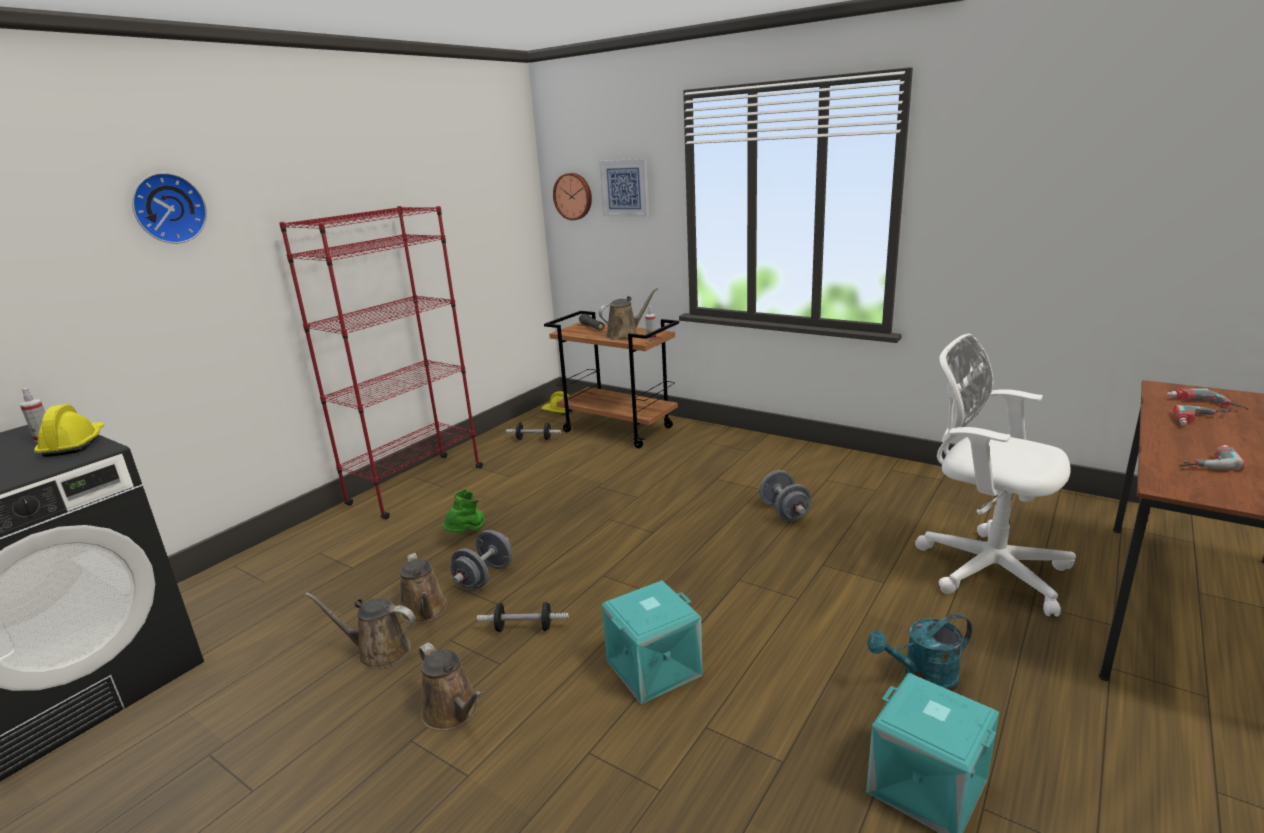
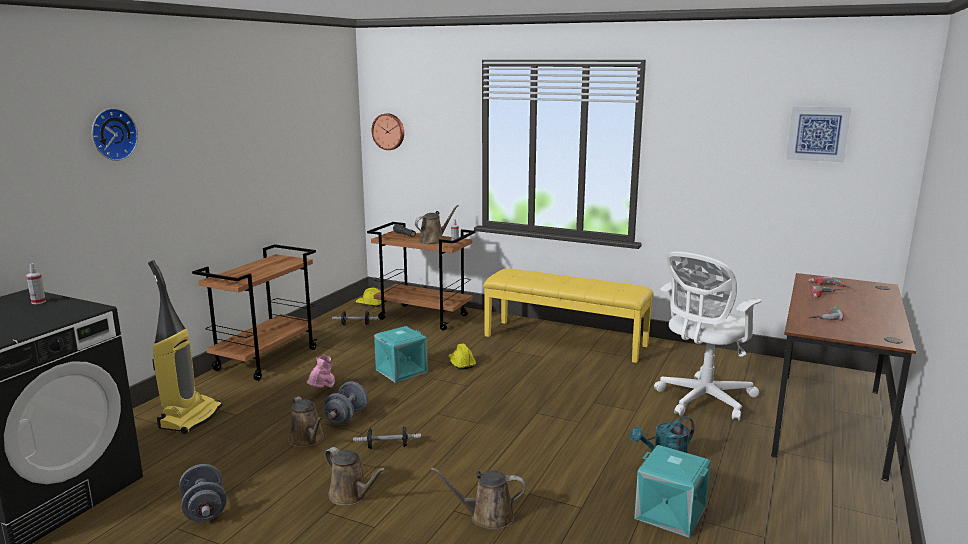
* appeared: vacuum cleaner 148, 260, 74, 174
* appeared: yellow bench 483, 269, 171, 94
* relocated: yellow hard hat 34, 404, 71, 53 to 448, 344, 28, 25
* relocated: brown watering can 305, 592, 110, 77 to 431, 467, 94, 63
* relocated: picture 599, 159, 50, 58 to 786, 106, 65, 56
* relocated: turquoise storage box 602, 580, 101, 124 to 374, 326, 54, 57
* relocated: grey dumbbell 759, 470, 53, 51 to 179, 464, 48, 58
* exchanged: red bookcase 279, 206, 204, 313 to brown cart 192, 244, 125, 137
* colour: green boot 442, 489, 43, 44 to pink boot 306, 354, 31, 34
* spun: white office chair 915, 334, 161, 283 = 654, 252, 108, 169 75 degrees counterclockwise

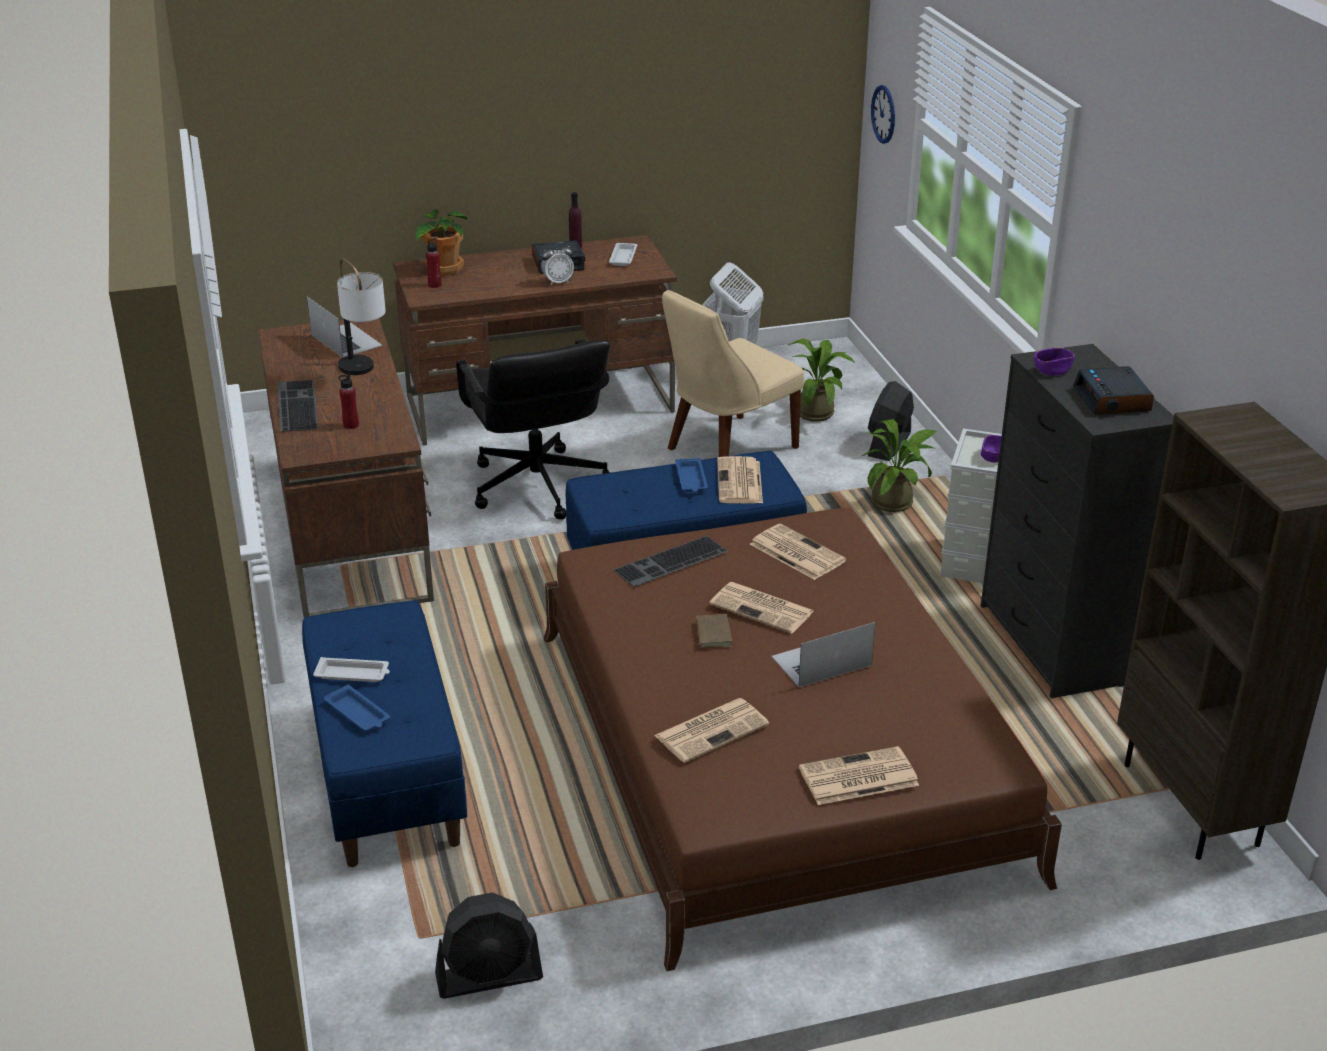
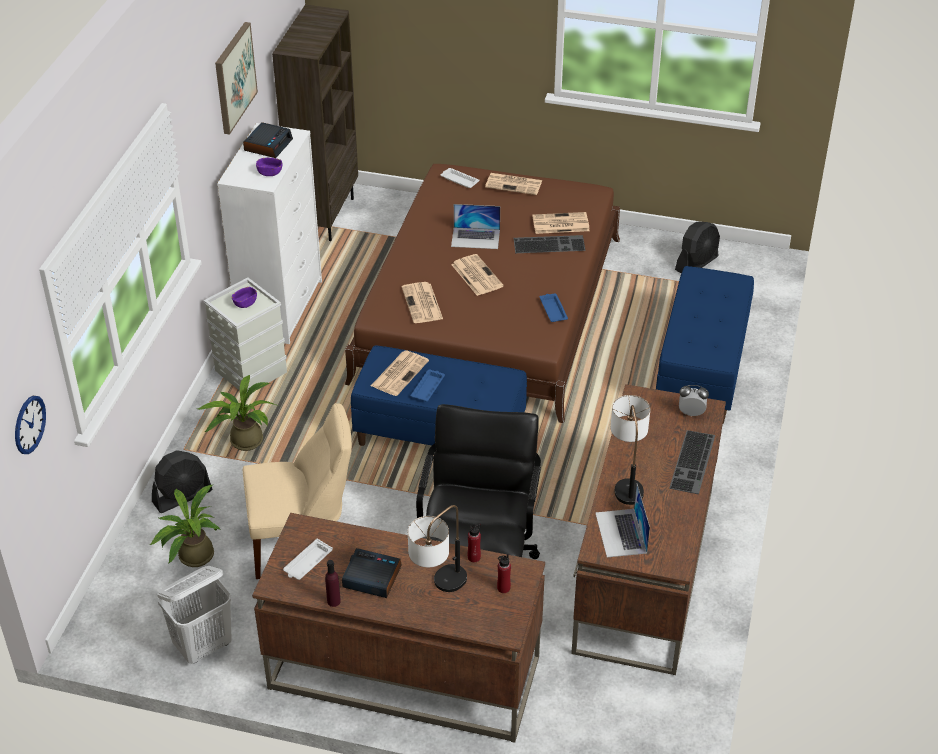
* missing: potted plant 415, 209, 52, 67
* missing: brown book 690, 614, 42, 34
* appeared: picture 215, 22, 43, 113
* appeared: table lamp 408, 505, 59, 87
* relocated: white tray 313, 657, 77, 25 to 441, 168, 38, 20
* relocated: blue tray 324, 684, 66, 47 to 540, 293, 28, 29
* relocated: red bottle 338, 373, 21, 56 to 468, 523, 13, 39
* relocated: alarm clock 541, 242, 33, 43 to 679, 385, 30, 31
* relocated: keyboard 613, 536, 115, 51 to 514, 235, 72, 18
* colour: black dresser 981, 344, 193, 354 to white dresser 217, 123, 105, 221
* spun: black fan 435, 893, 108, 106 = 675, 222, 45, 51 120 degrees clockwise

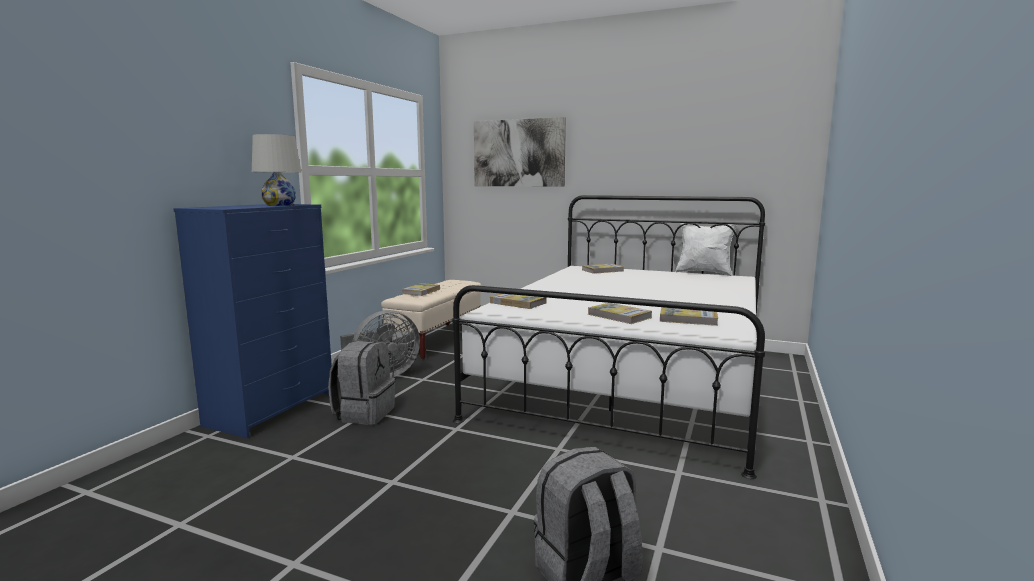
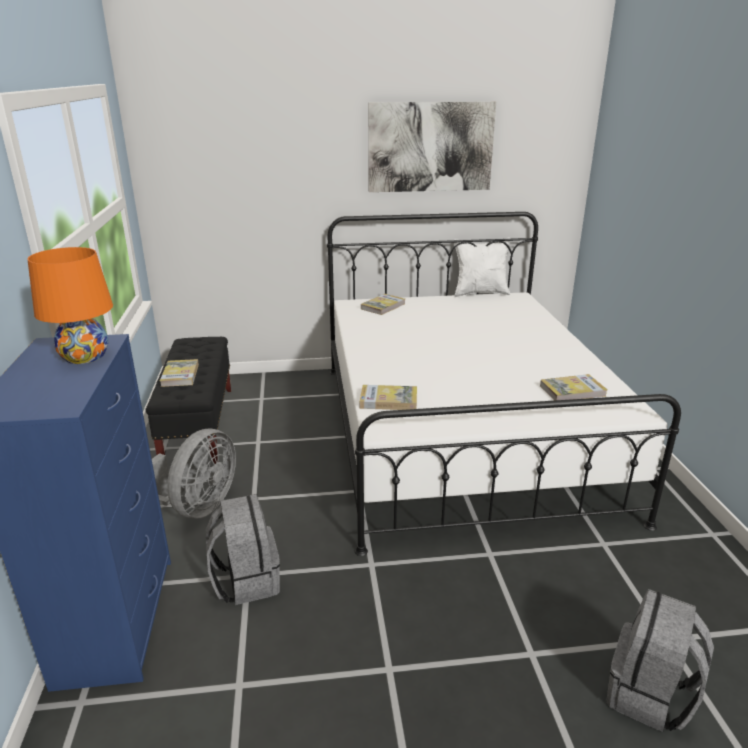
* missing: book 588, 303, 64, 21
* relocated: picture 474, 117, 92, 69 to 368, 102, 128, 90
* colour: white table lamp 252, 134, 49, 72 to orange table lamp 27, 247, 86, 117
* colour: beige bench 381, 280, 100, 79 to black bench 146, 337, 85, 127

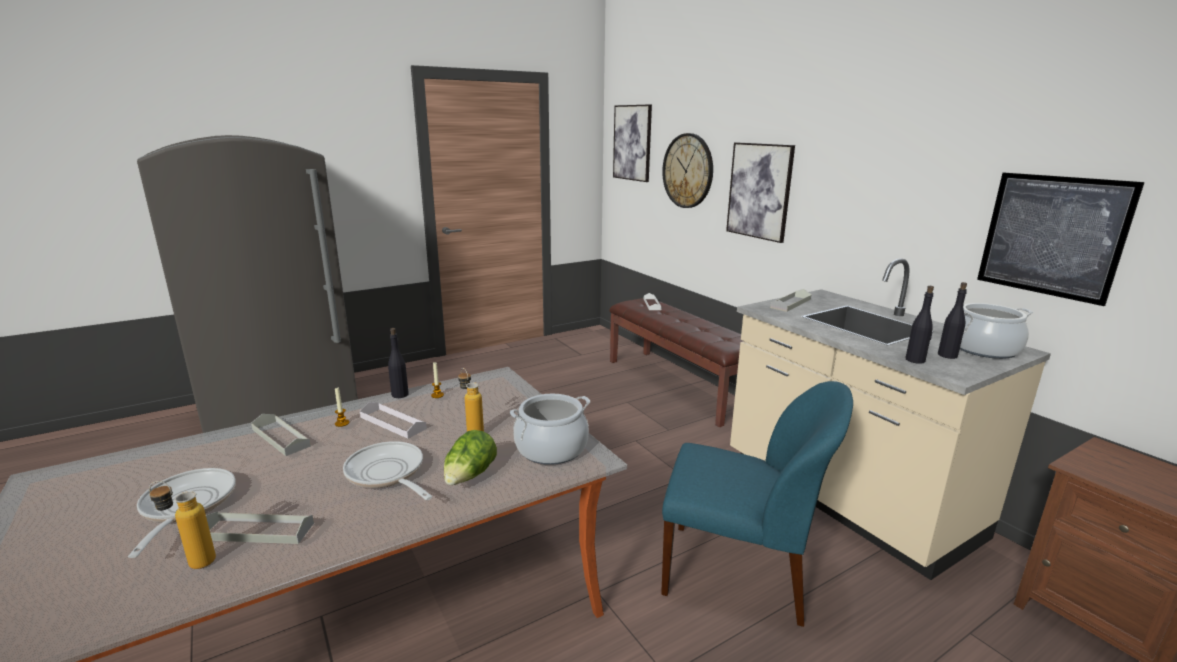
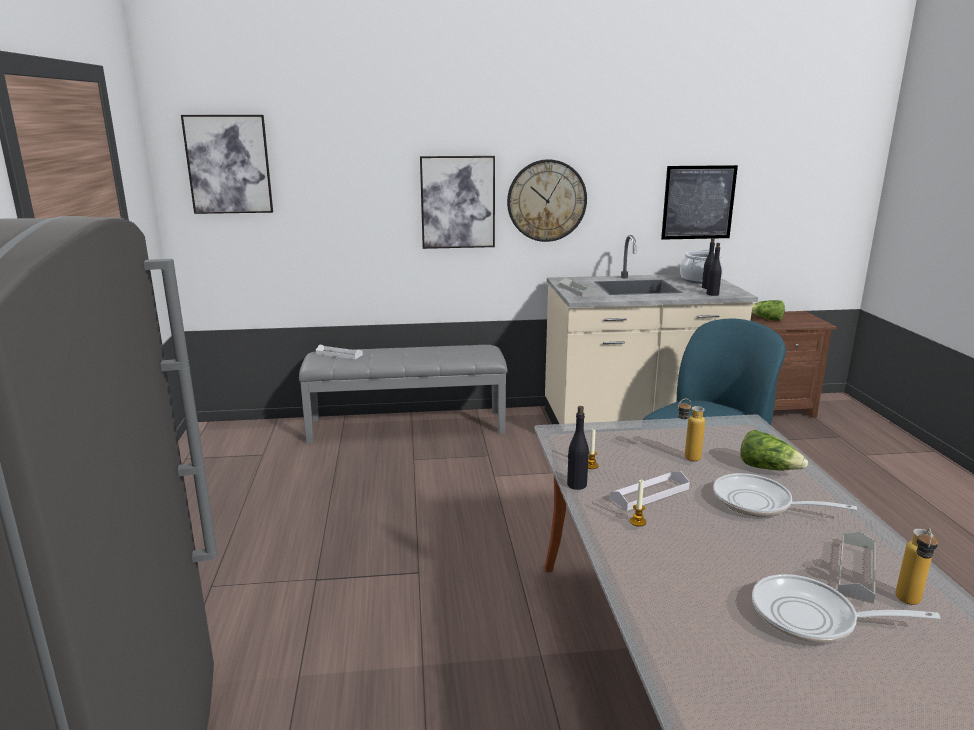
* missing: grey tray 251, 414, 60, 42
* missing: cooking pot 510, 394, 80, 71
* appeared: lettuce 752, 300, 33, 21
* relocated: wall clock 662, 133, 51, 75 to 507, 159, 80, 83
* colour: brown bench 610, 298, 134, 129 to grey bench 299, 345, 209, 99
* spun: frying pan 343, 441, 89, 59 = 713, 473, 144, 44 45 degrees clockwise

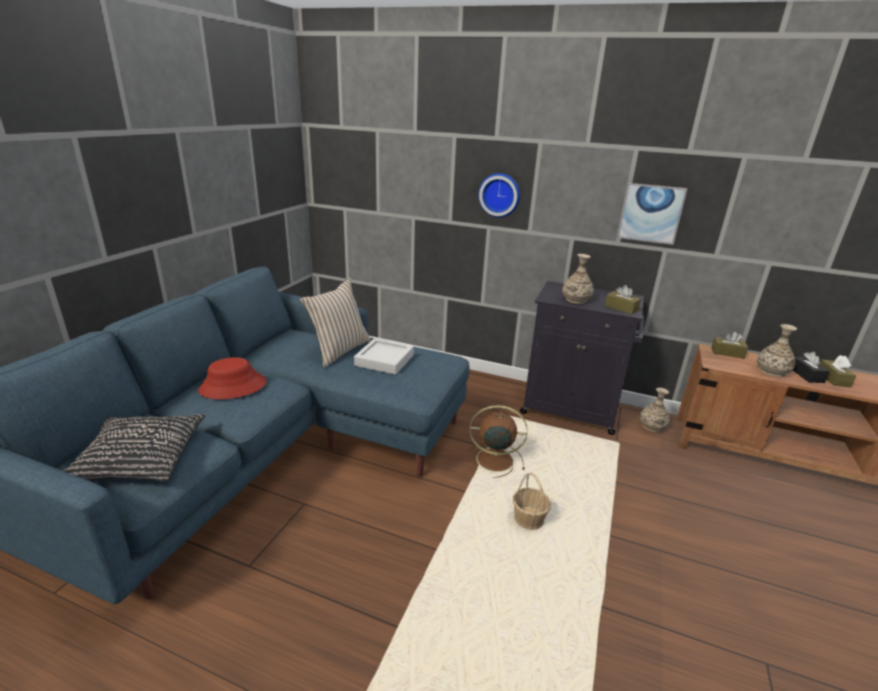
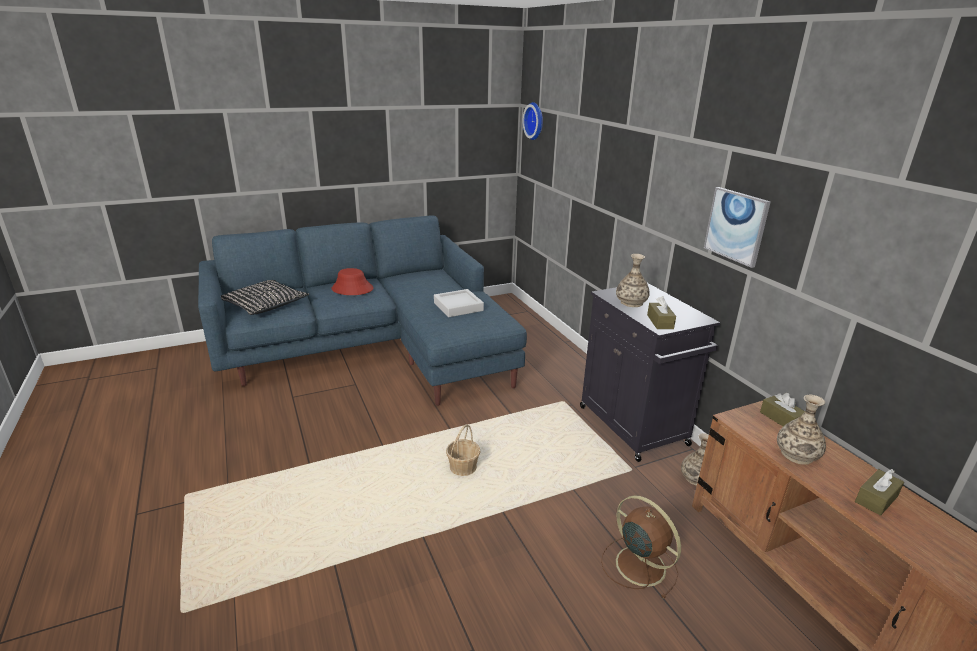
* missing: beige pillow 300, 278, 71, 90
* missing: black tissue box 793, 352, 37, 31
* relocated: brown fan 467, 405, 61, 73 to 601, 495, 80, 103
* relocated: wall clock 478, 173, 42, 44 to 523, 102, 20, 38

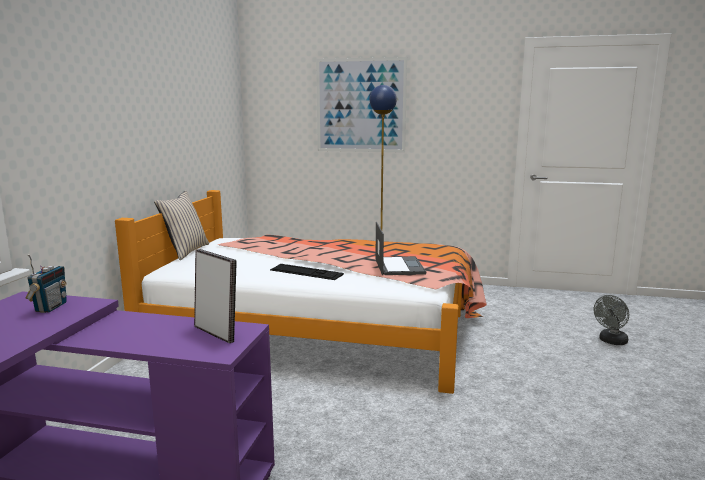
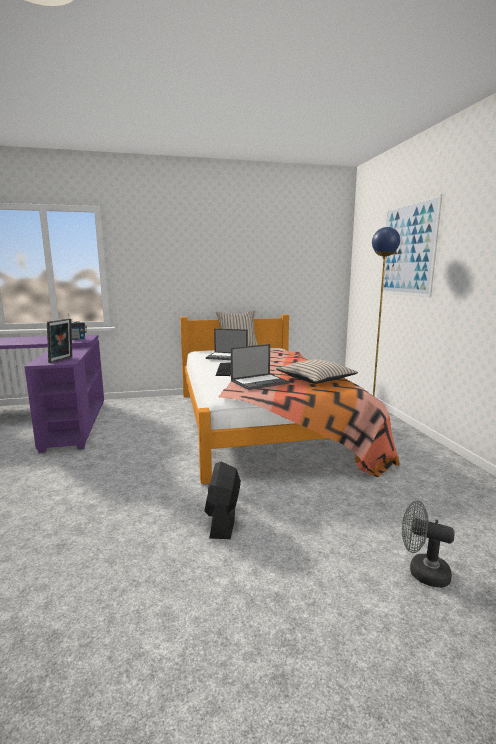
* appeared: black fan 204, 461, 37, 78
* appeared: laptop 206, 329, 42, 31
* appeared: beige pillow 276, 359, 82, 25

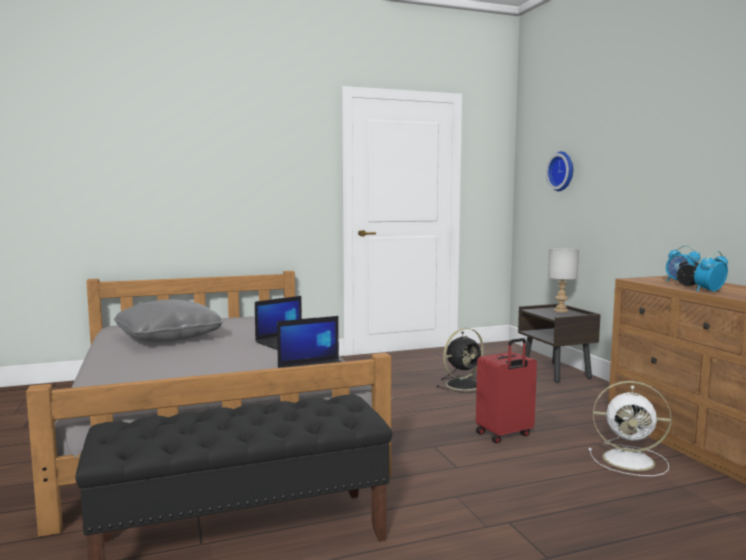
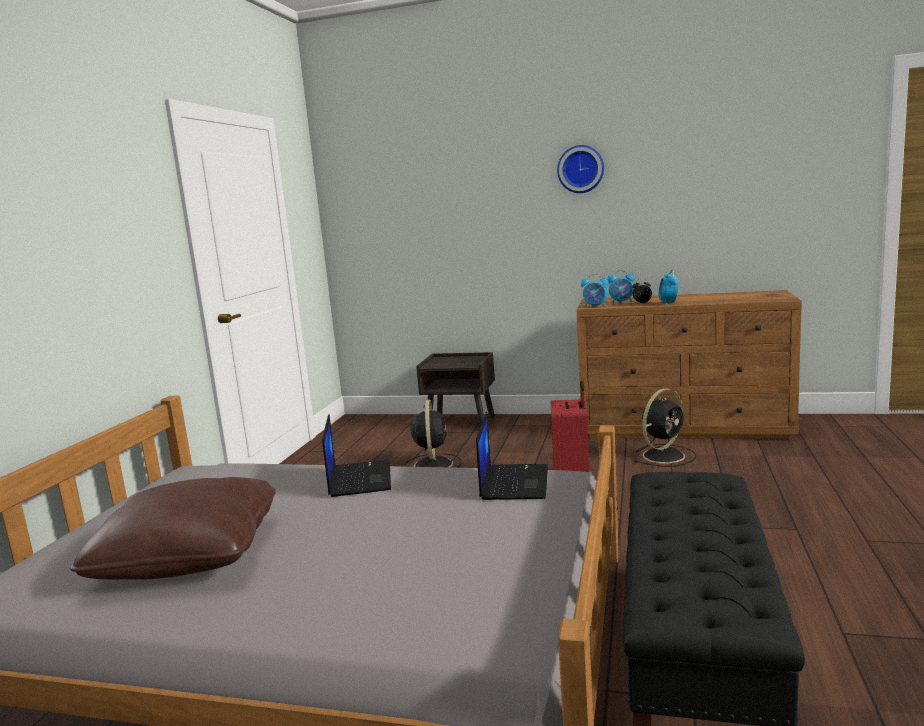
* missing: grey table lamp 548, 248, 31, 65
* appeared: alarm clock 581, 274, 28, 34
* relocated: wall clock 546, 151, 27, 40 to 557, 145, 47, 48
* colour: grey pillow 114, 299, 109, 43 to brown pillow 70, 477, 206, 103
* colour: white fan 588, 381, 83, 95 to black fan 635, 388, 61, 79

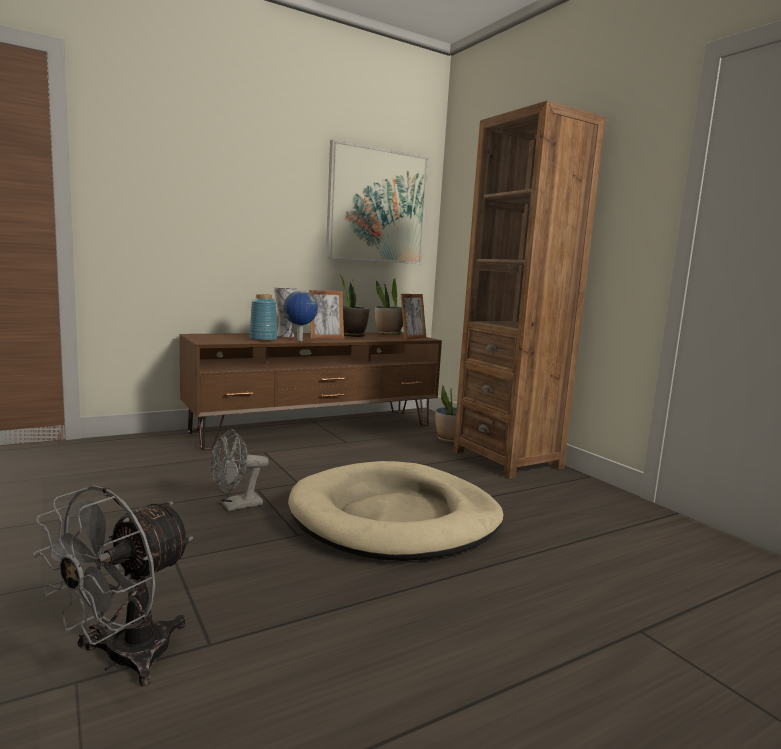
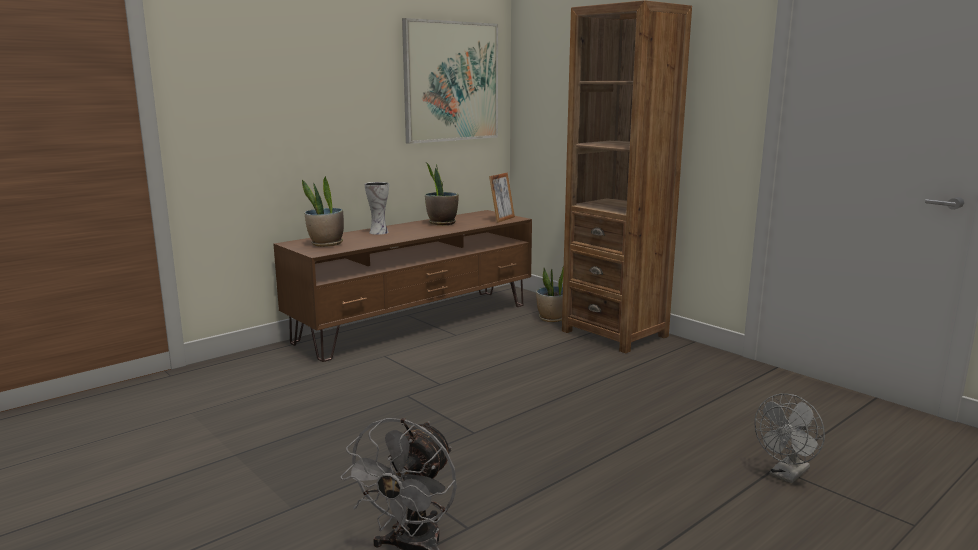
* missing: blue vase 249, 294, 28, 47
* missing: globe 283, 291, 35, 50
* missing: beige dog bed 288, 461, 215, 100
* missing: picture frame 309, 290, 35, 49
* relocated: grey fan 211, 429, 58, 82 to 754, 393, 71, 90
* relocated: potted plant 375, 278, 28, 57 to 302, 176, 42, 71

